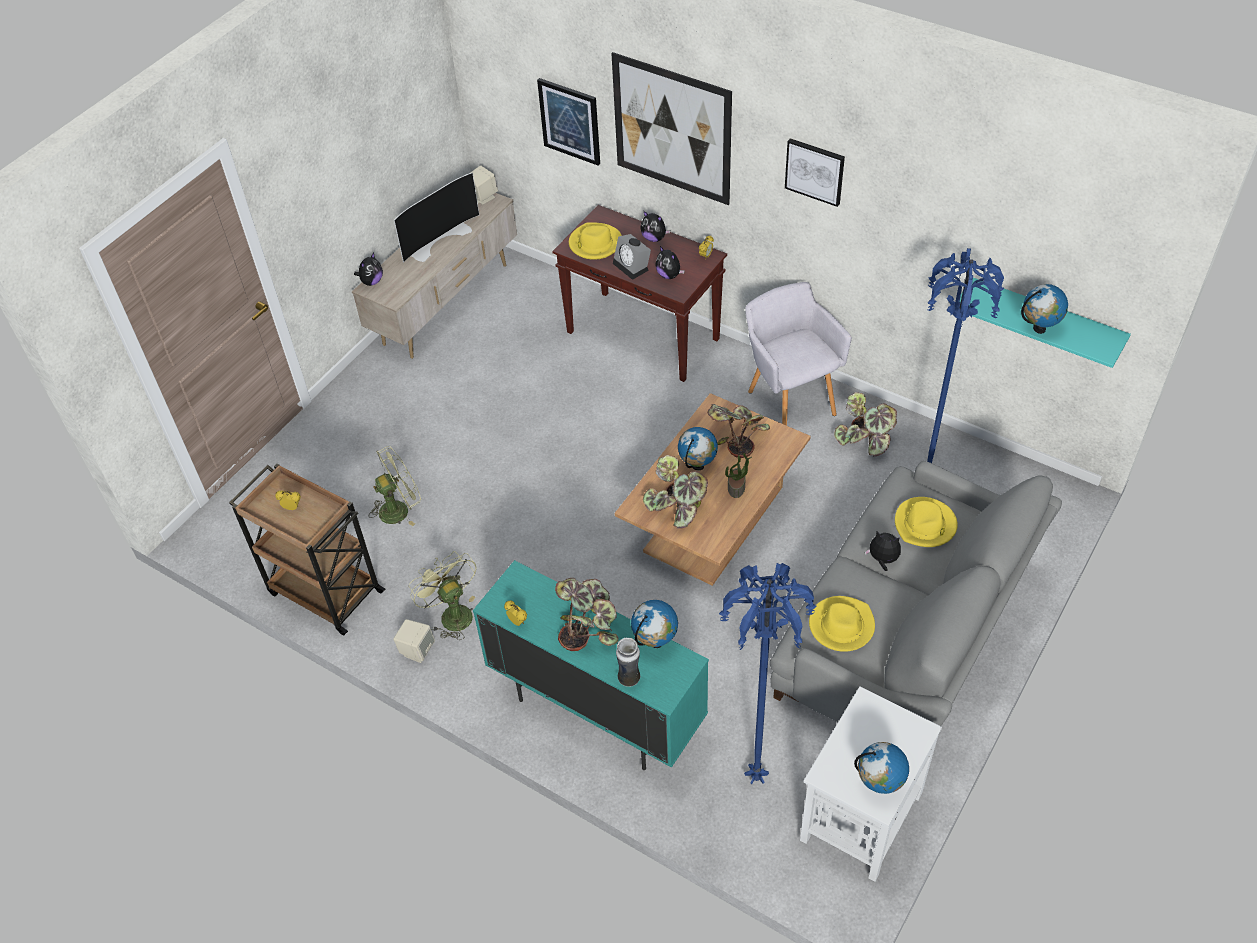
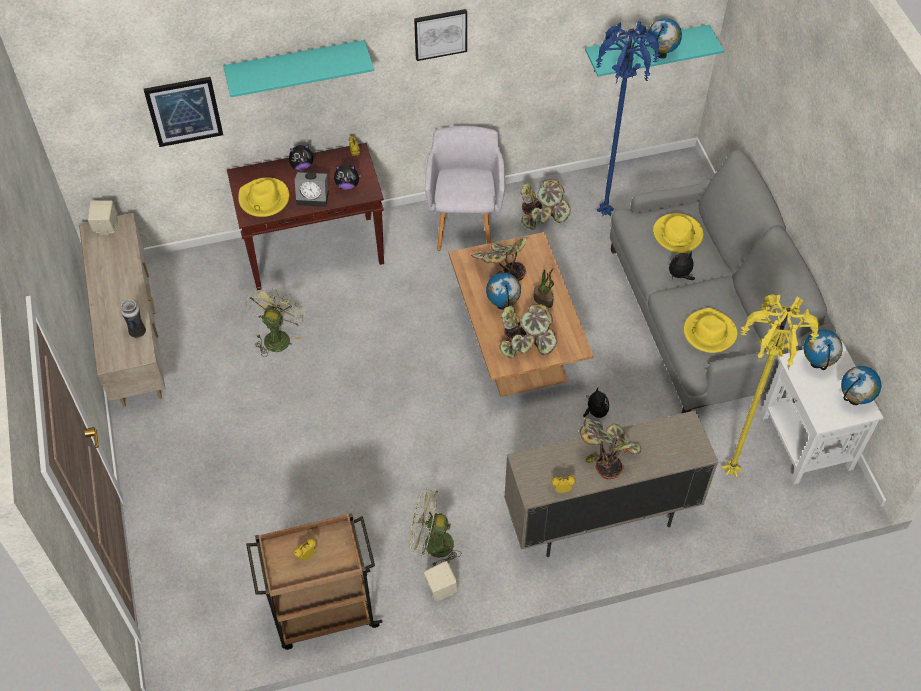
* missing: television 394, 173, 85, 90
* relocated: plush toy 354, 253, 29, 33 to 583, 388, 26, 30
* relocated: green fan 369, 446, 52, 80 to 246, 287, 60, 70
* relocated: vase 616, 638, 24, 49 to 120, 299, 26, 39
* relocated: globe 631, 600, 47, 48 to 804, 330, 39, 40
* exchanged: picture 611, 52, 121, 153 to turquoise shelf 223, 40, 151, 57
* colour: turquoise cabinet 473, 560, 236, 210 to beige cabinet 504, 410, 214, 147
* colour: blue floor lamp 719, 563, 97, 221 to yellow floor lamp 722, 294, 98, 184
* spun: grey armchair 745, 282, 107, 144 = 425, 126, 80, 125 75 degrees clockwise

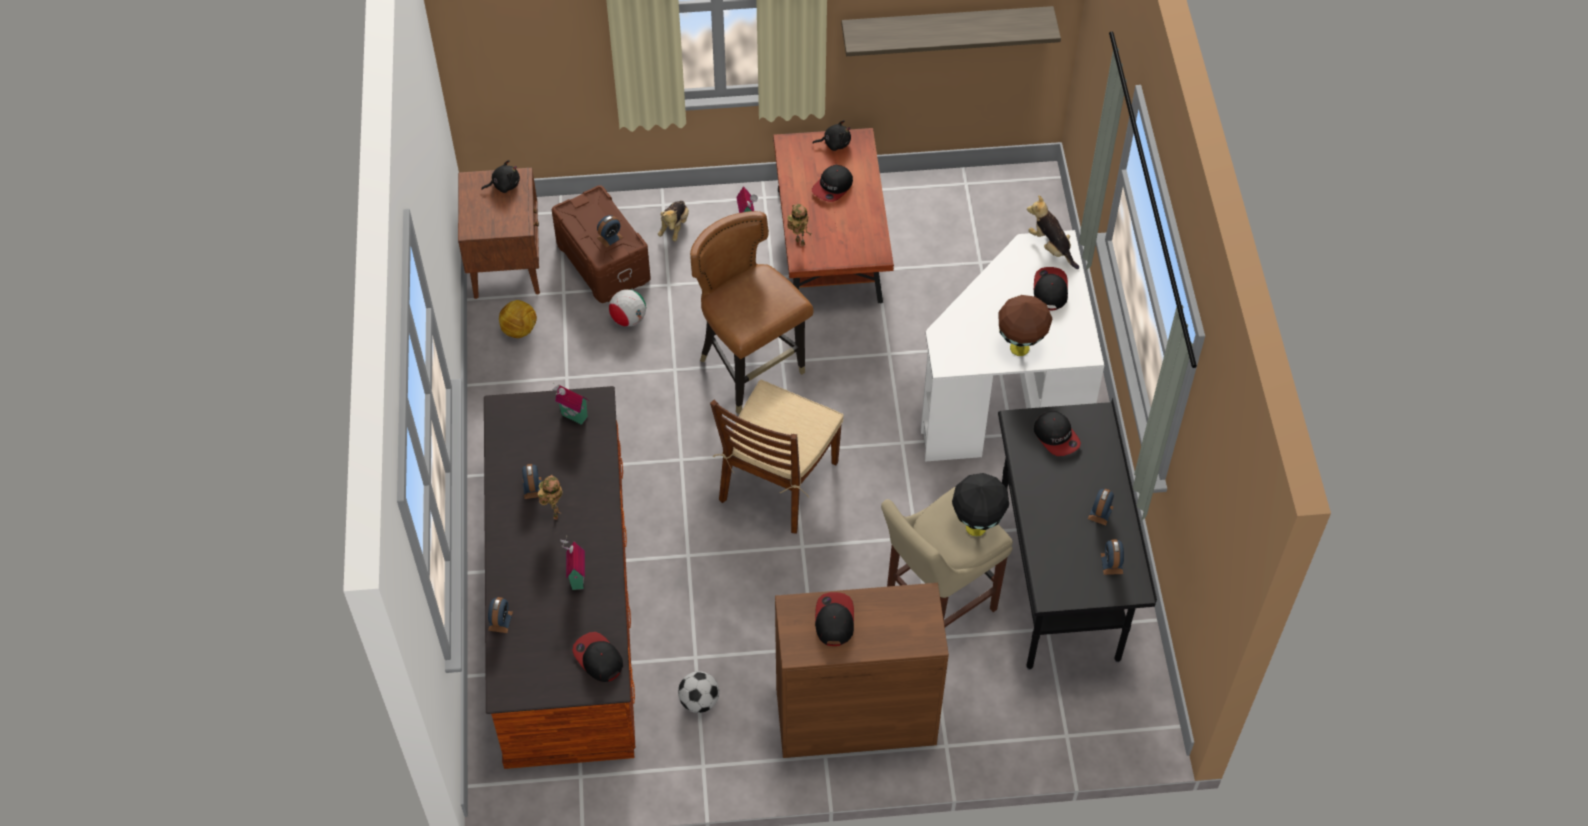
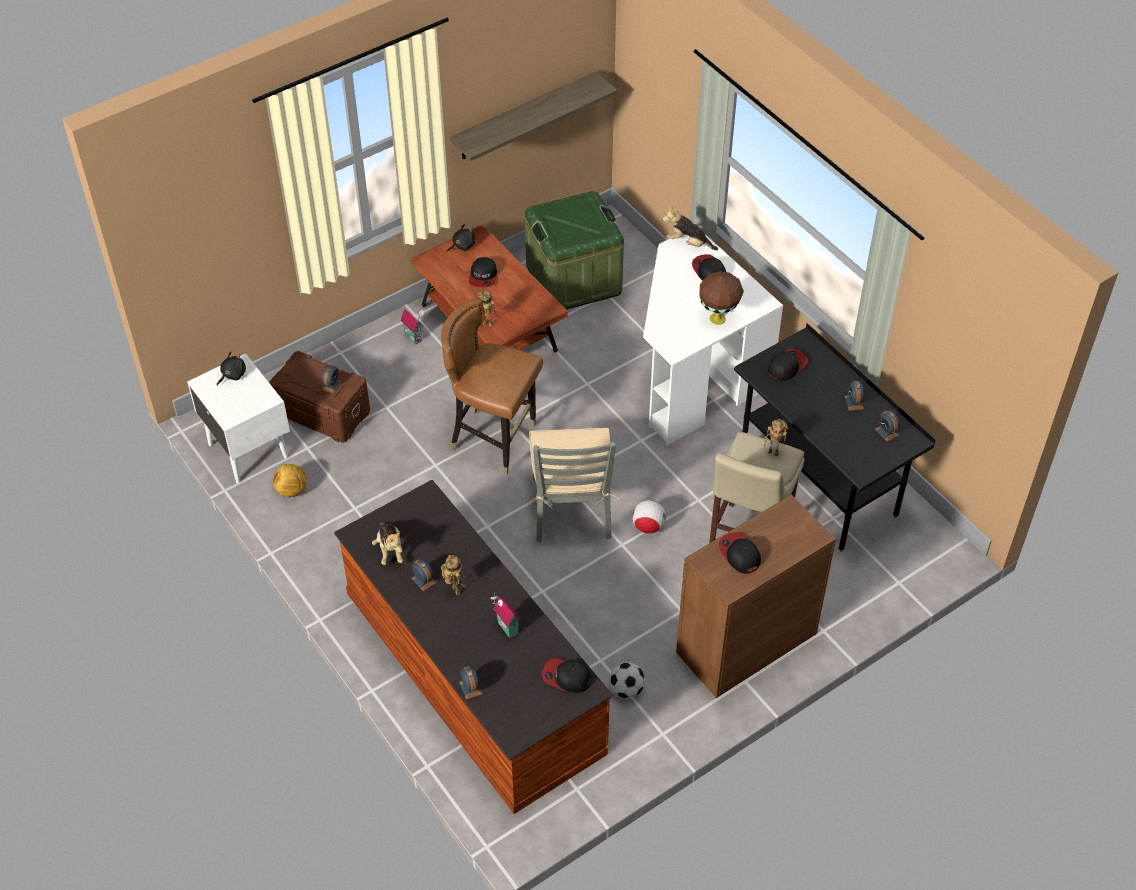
* missing: toy house 552, 383, 37, 42
* appeared: green storage box 525, 191, 99, 119
* relocated: football 609, 289, 37, 37 to 632, 500, 34, 33
* relocated: plush toy 658, 200, 31, 41 to 372, 523, 31, 42
* exchanged: black table lamp 952, 473, 57, 64 to toy robot 764, 419, 24, 37
* colour: brown nightstand 458, 168, 82, 131 to white nightstand 187, 353, 103, 130
* colour: brown chair 710, 380, 134, 154 to grey chair 528, 428, 92, 114
* spun: cap 1034, 411, 47, 45 = 768, 349, 40, 32 75 degrees counterclockwise

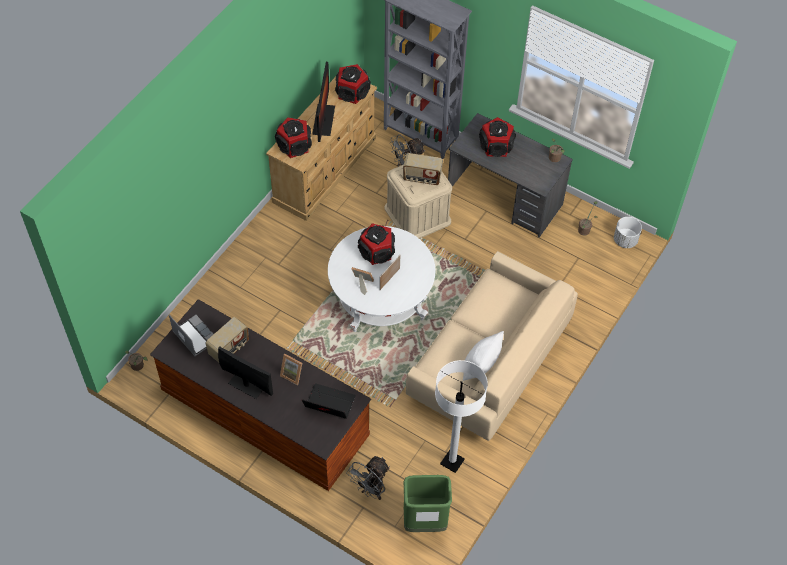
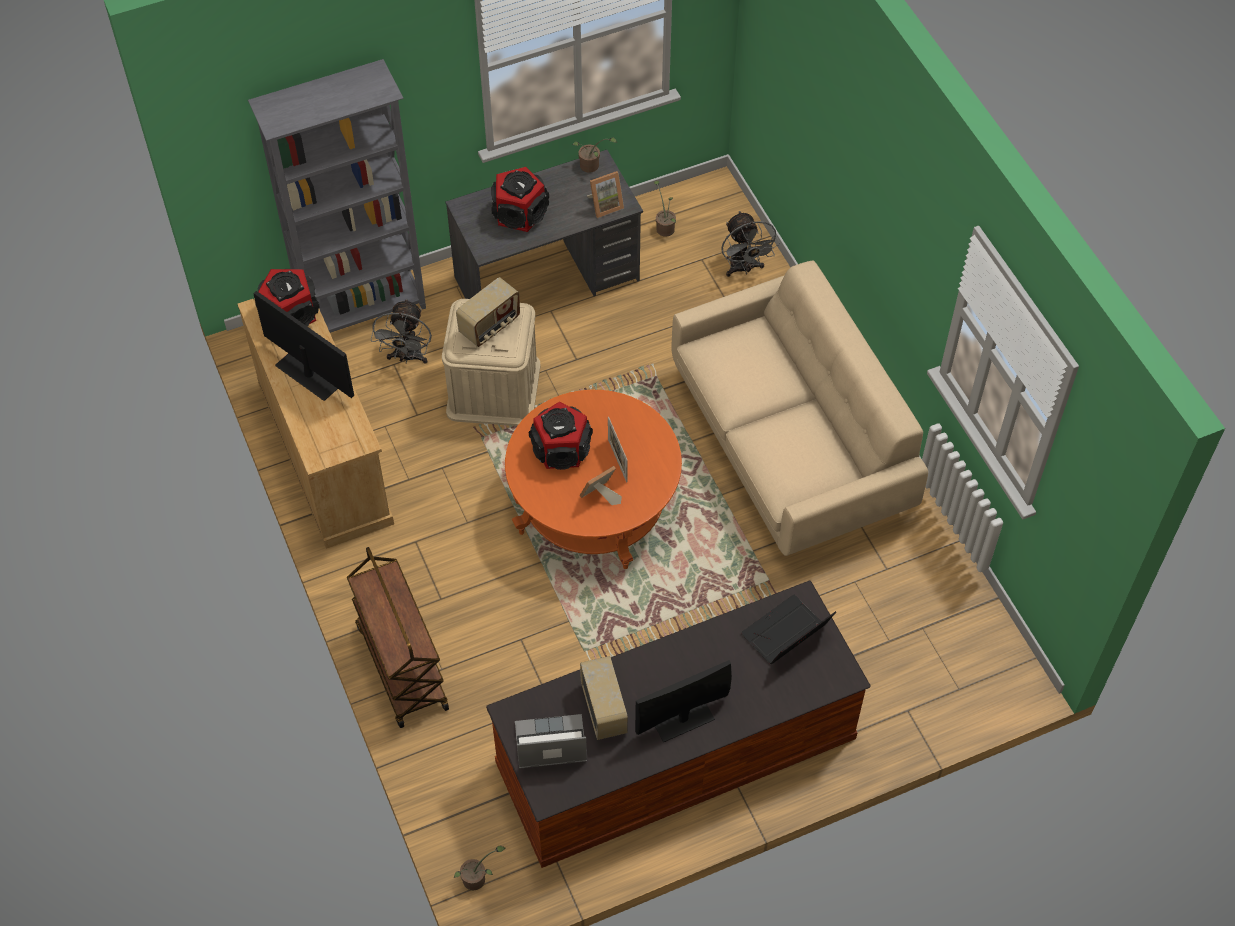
* missing: speaker 275, 117, 37, 41
* missing: green trash can 404, 475, 48, 57
* missing: white floor lamp 435, 360, 53, 113
* missing: white pillow 463, 331, 41, 50
* missing: white planter 614, 217, 28, 31
* appeared: brown cart 347, 547, 102, 181
* relocated: picture frame 280, 354, 22, 31 to 587, 171, 37, 47
* relocated: grey fan 346, 456, 44, 44 to 721, 211, 59, 66
* colour: white coffee table 328, 226, 107, 106 to orange coffee table 505, 390, 177, 179

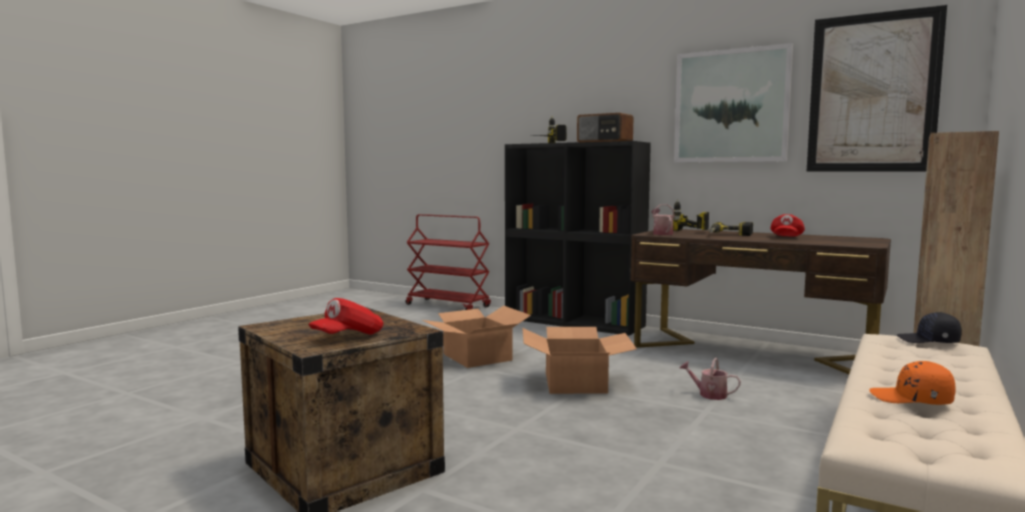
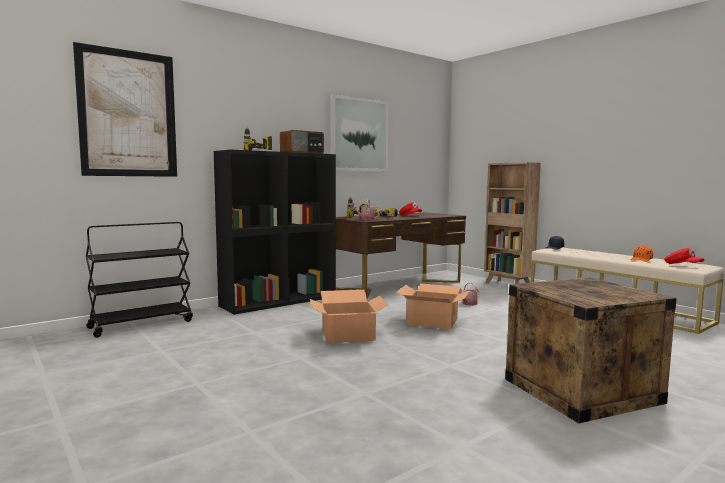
* relocated: red cap 308, 298, 76, 36 to 664, 248, 41, 16
* relocated: picture 807, 5, 140, 167 to 73, 42, 104, 135
* colour: red cart 406, 214, 85, 96 to black cart 86, 222, 107, 116

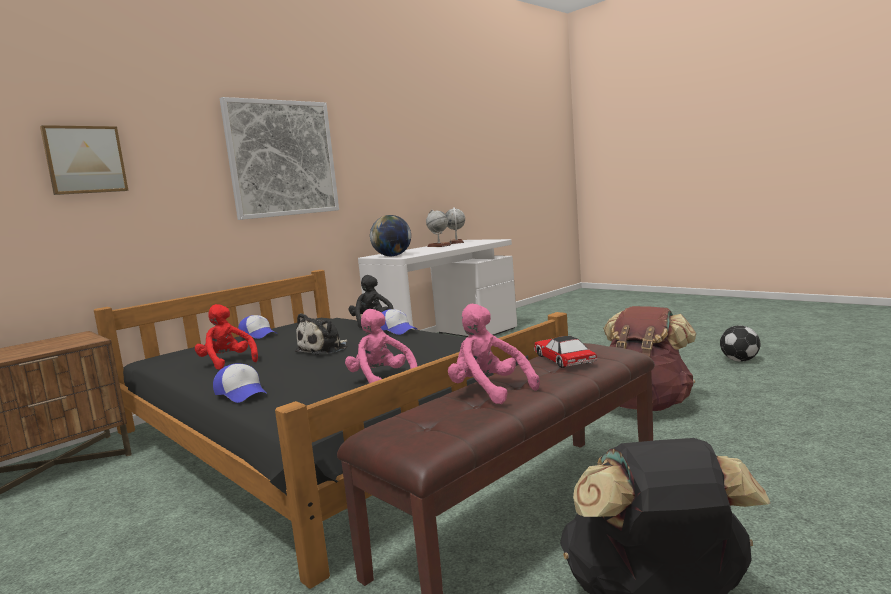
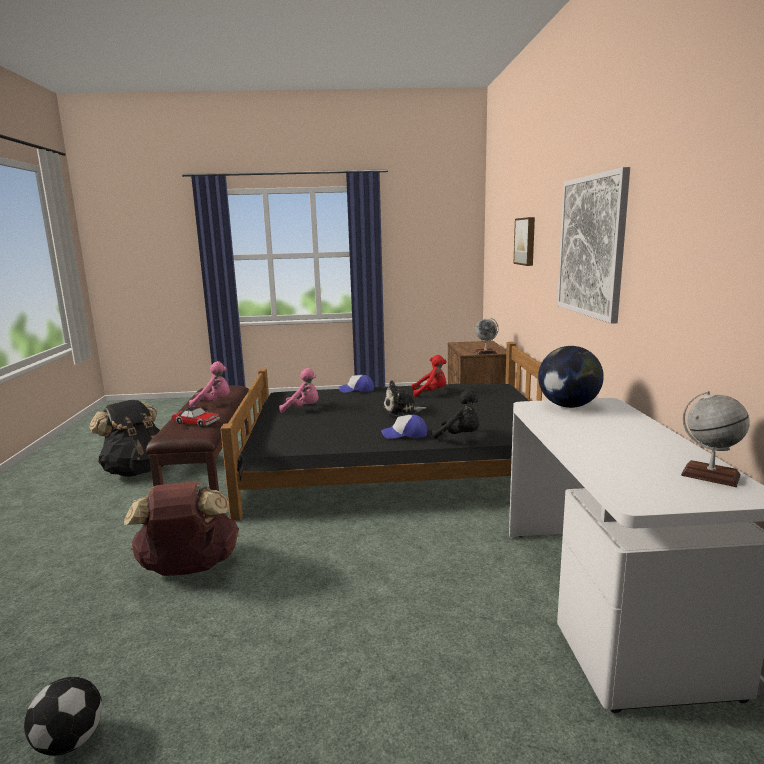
* missing: cap 238, 315, 40, 24
* relocated: globe 426, 210, 25, 37 to 474, 317, 25, 38
* spun: plush toy 295, 313, 53, 42 = 383, 380, 44, 36 90 degrees counterclockwise

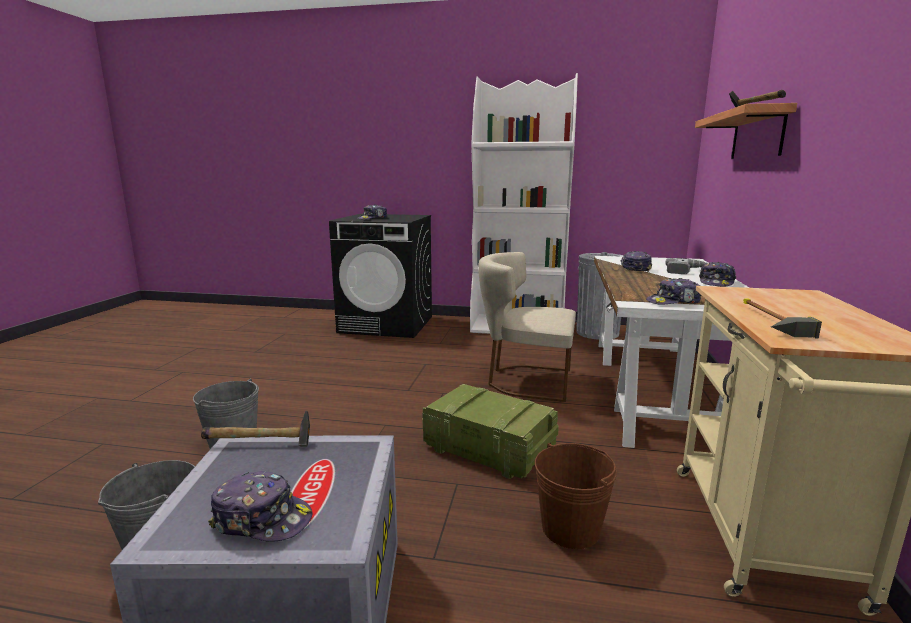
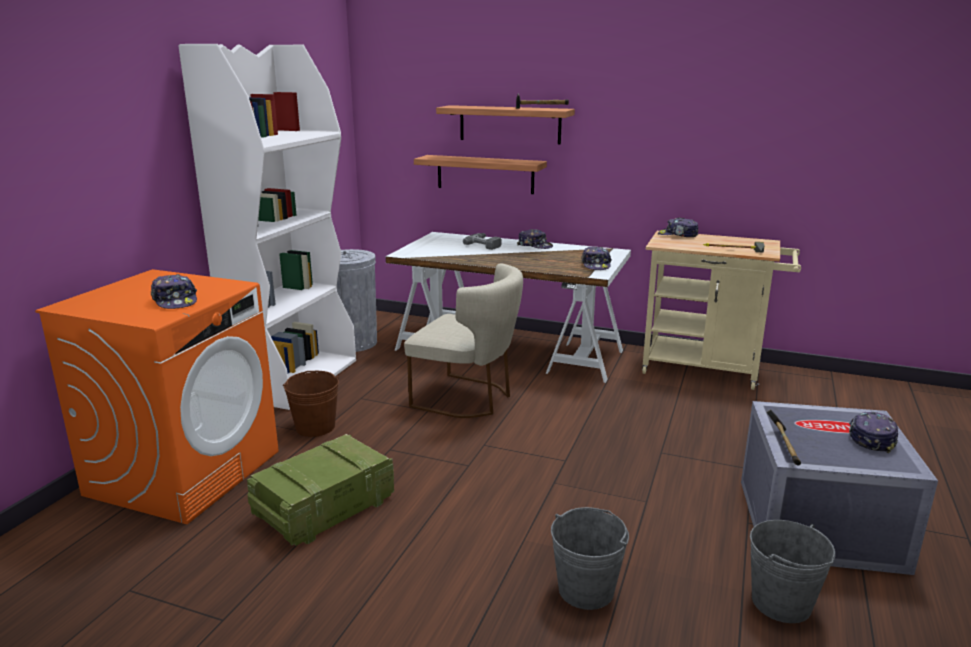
* appeared: shelf 414, 155, 133, 39
* relocated: crate 422, 384, 137, 95 to 247, 434, 147, 112
* relocated: brown bucket 535, 443, 82, 106 to 283, 371, 56, 66
* relocated: cap 621, 251, 31, 21 to 658, 217, 40, 20
* colour: black washing machine 329, 214, 103, 124 to orange washing machine 35, 269, 244, 255
* spun: beige chair 478, 252, 98, 150 = 404, 264, 119, 154 90 degrees counterclockwise

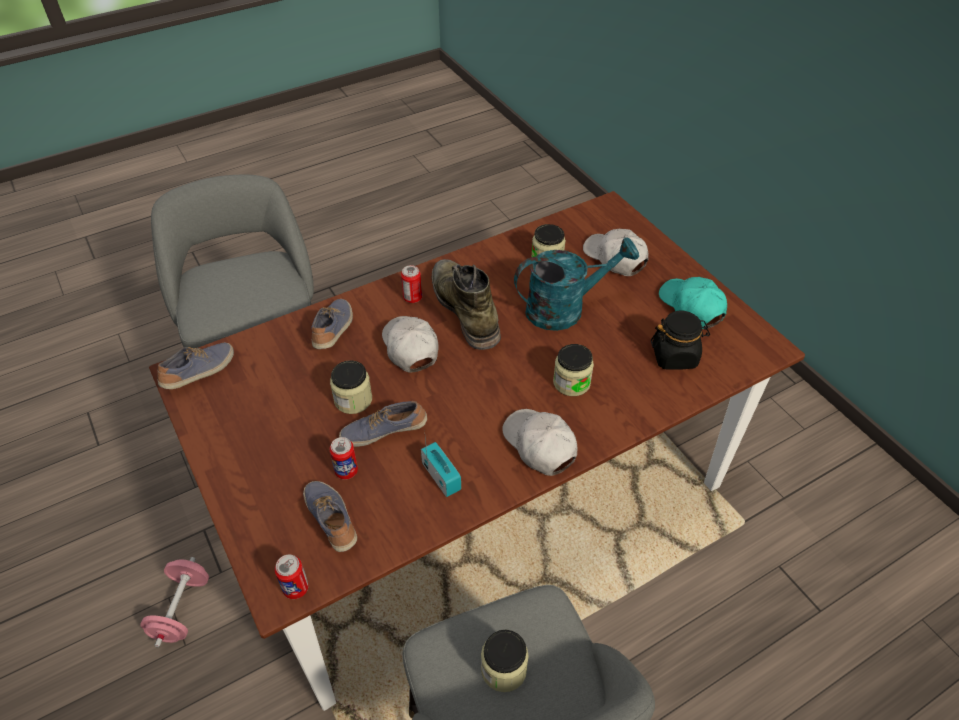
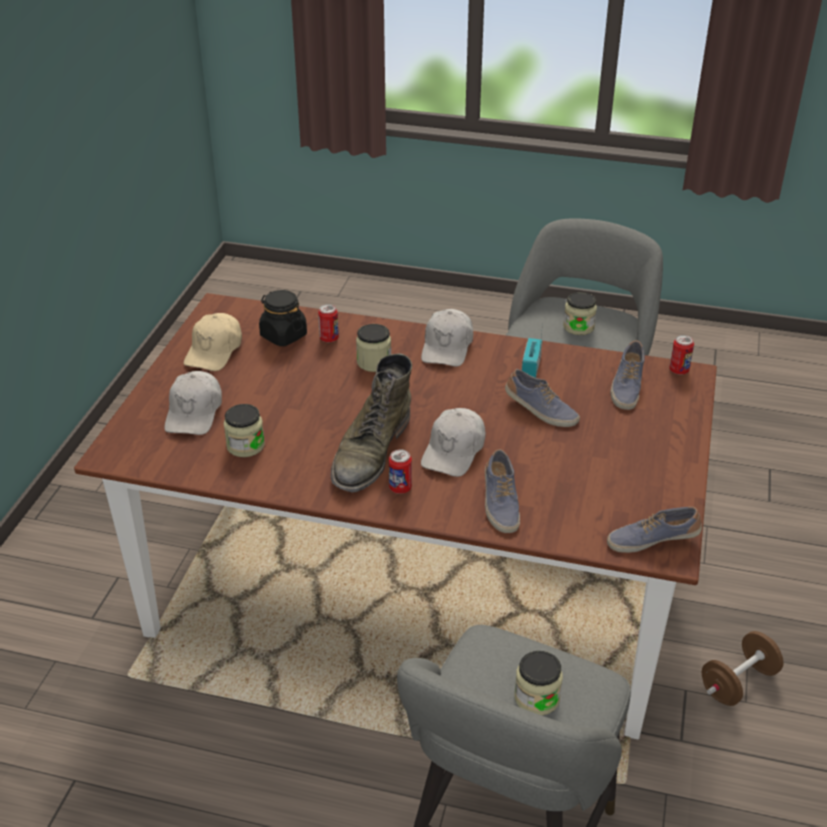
* missing: turquoise watering can 514, 238, 125, 93
* relocated: jar 330, 360, 42, 54 to 515, 651, 48, 64
* relocated: can 330, 437, 28, 43 to 318, 304, 21, 38
* colour: pink dumbbell 140, 557, 69, 90 to brown dumbbell 702, 631, 81, 75
* colour: turquoise cap 659, 277, 68, 52 to beige cap 184, 313, 58, 58
* spun: shoe 312, 299, 41, 50 = 485, 449, 35, 84 60 degrees counterclockwise

